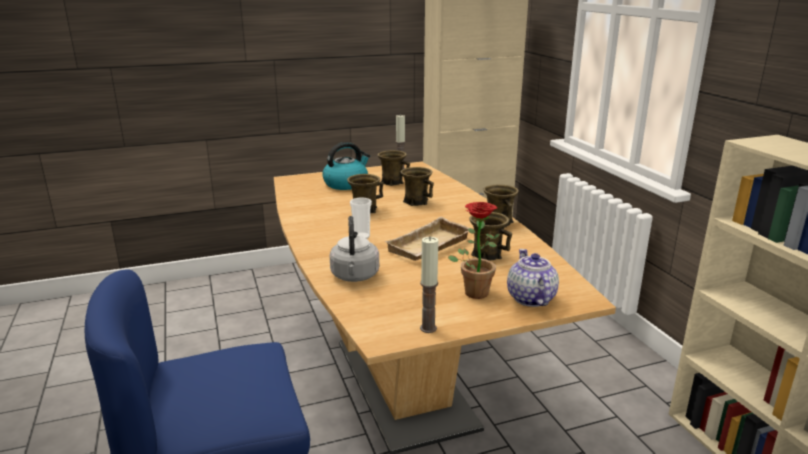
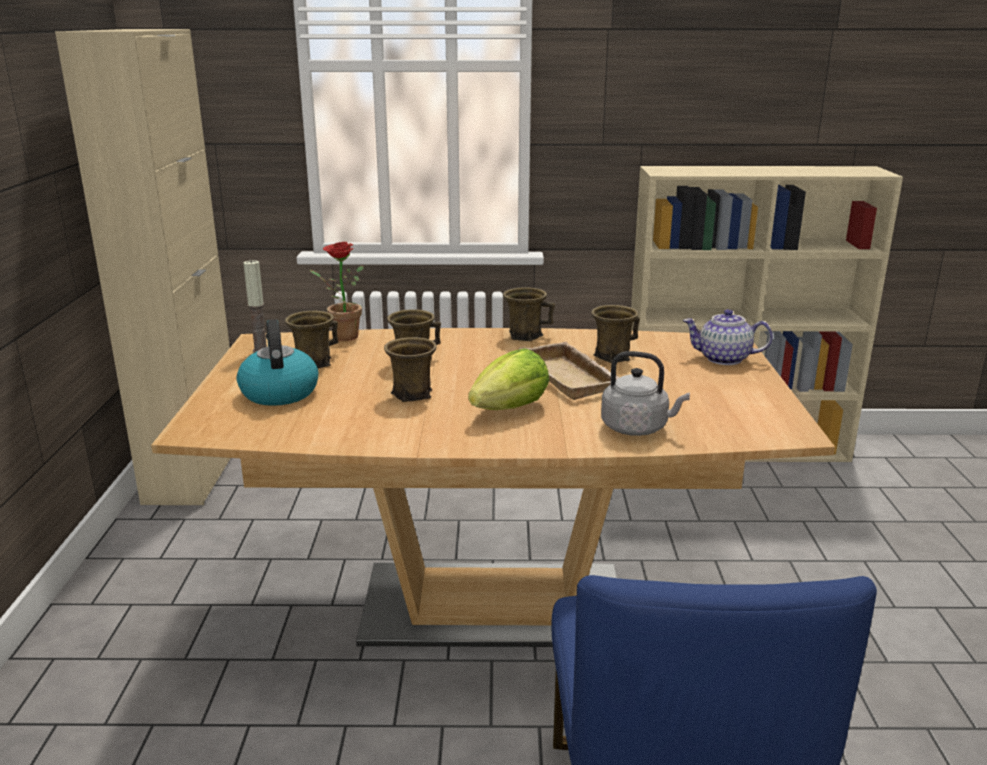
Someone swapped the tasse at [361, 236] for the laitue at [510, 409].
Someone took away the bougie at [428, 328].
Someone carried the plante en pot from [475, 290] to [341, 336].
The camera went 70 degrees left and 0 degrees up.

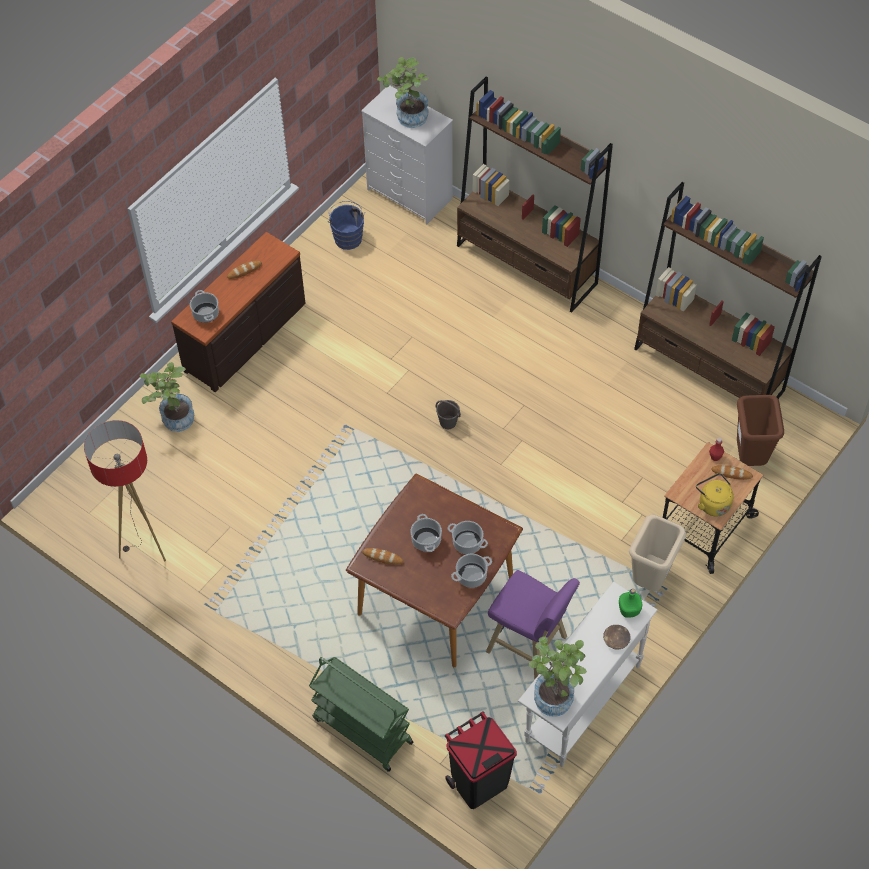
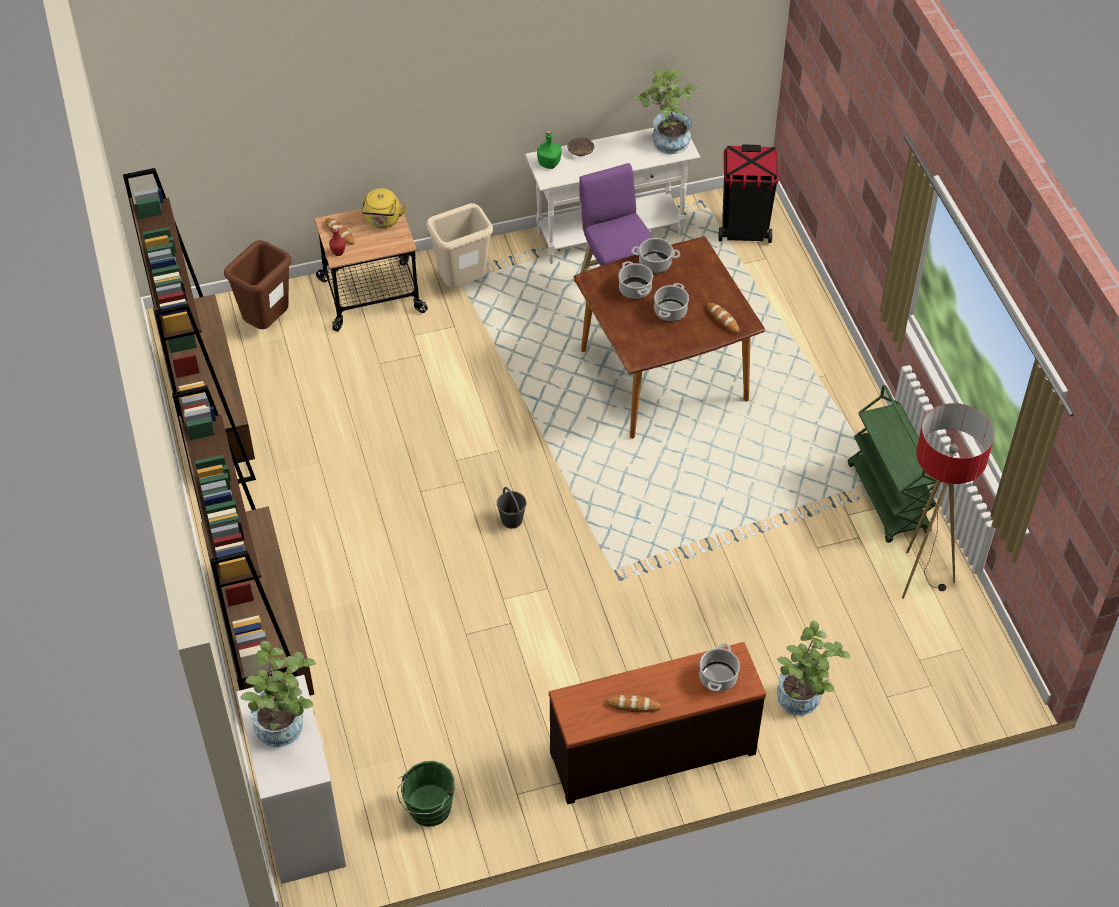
Someone carried the chariot/vert from [361, 730] to [888, 499].
Someone repainted the seau/bleu at [347, 237], which became the seau/vert at [428, 811].
The camera went 145 degrees left and 5 degrees down.

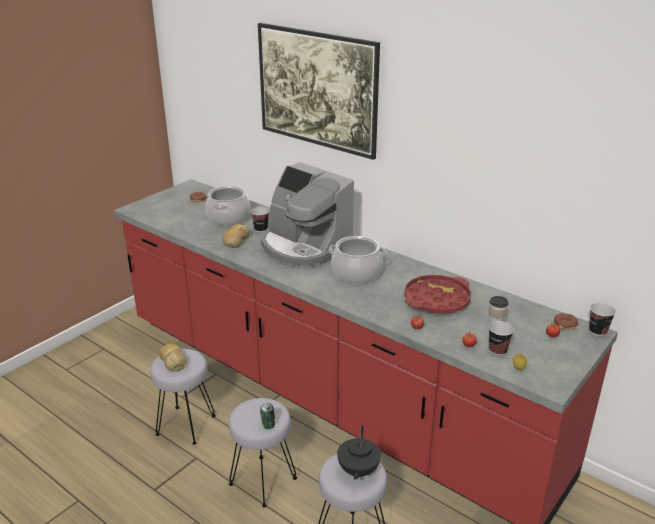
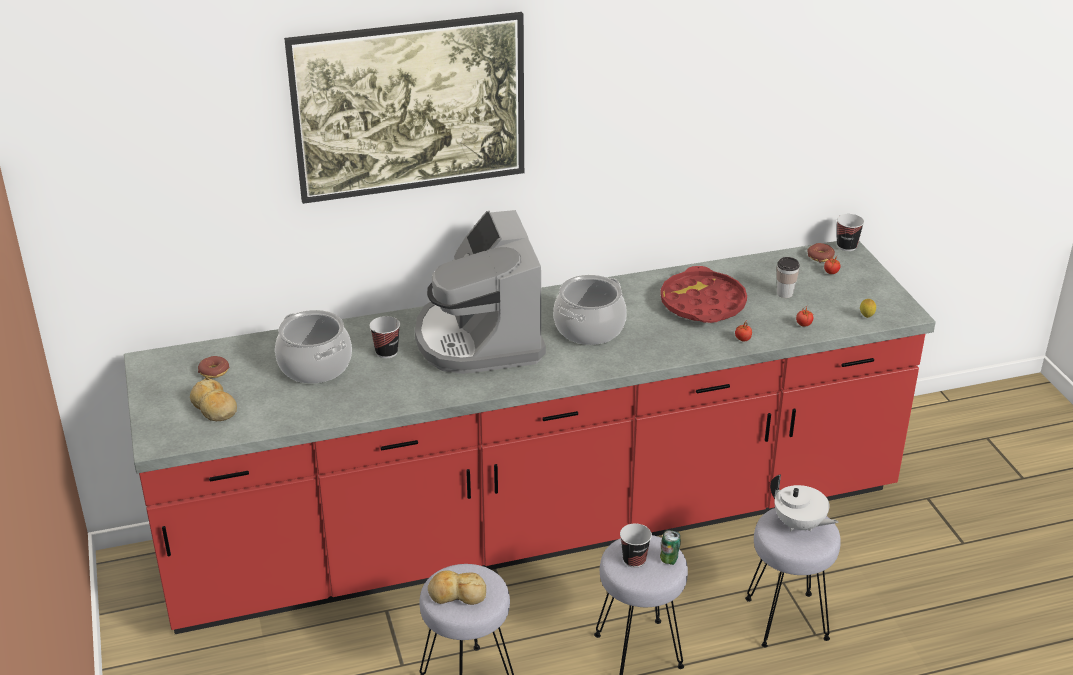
Someone carried the pain from [235, 241] to [214, 408].
Someone rotated the machine à café at [304, 247] by 90 degrees clockwise.
Someone repainted the théière/noir at [358, 471], which became the théière/blanc at [799, 525].
Someone carried the tasse from [497, 350] to [634, 560].
The camera went 55 degrees left and 5 degrees up.

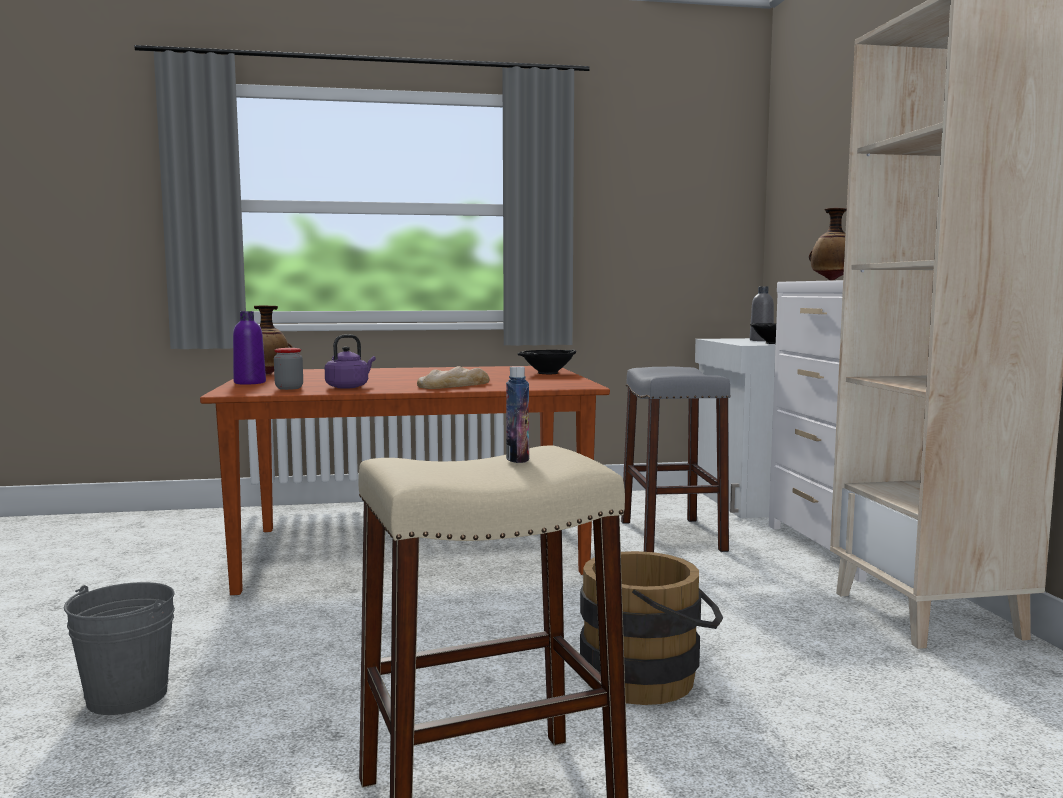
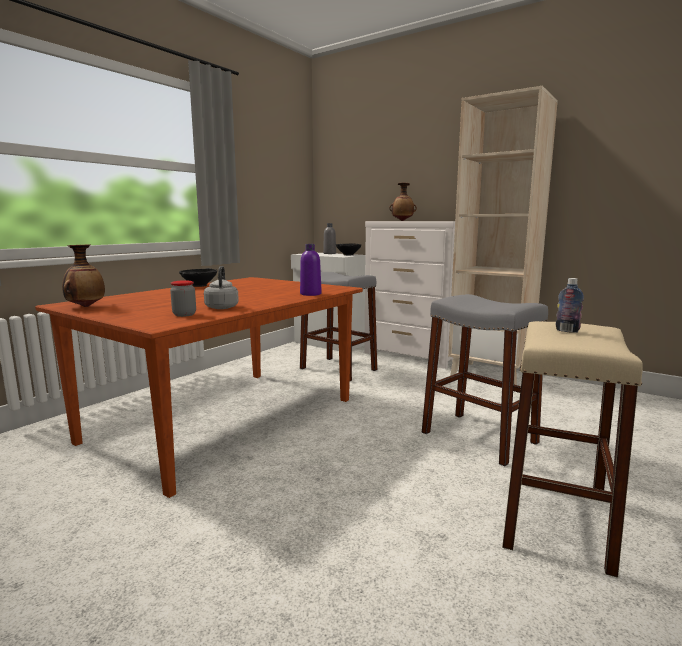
Someone took away the seau/gris at [127, 696].
Someone carried the bouteille/violet from [250, 383] to [310, 294].
Someone repainted the bouilloire/violet at [349, 387], which became the bouilloire/gris at [222, 307].
Someone took away the pain at [454, 385].
Someone carried the bol/noir from [547, 373] to [199, 285].
Someone swapped the seau/marron at [651, 678] for the tabouret/gris at [479, 437].
The camera went 45 degrees left and 5 degrees up.

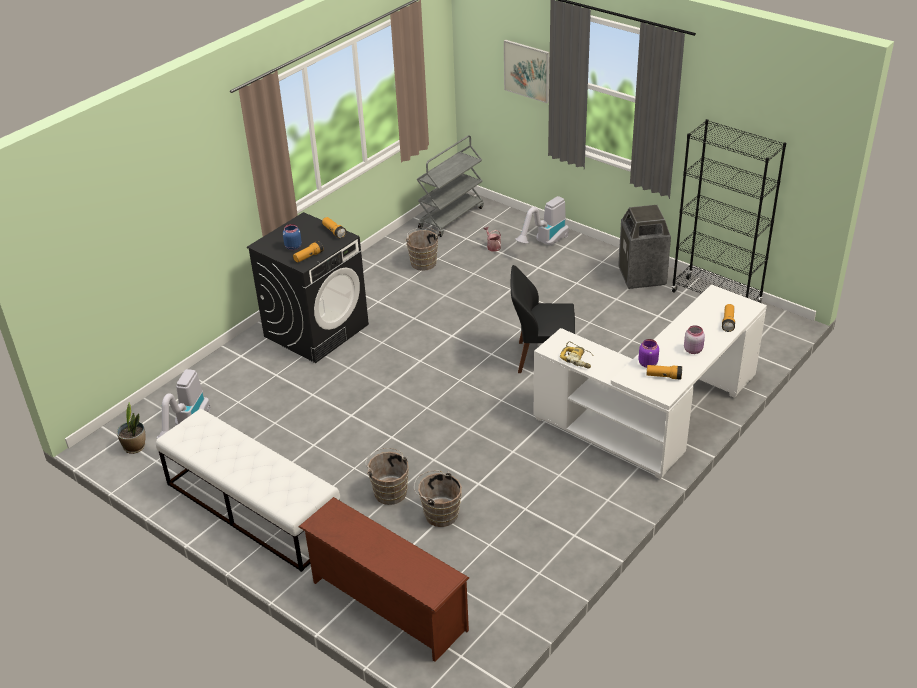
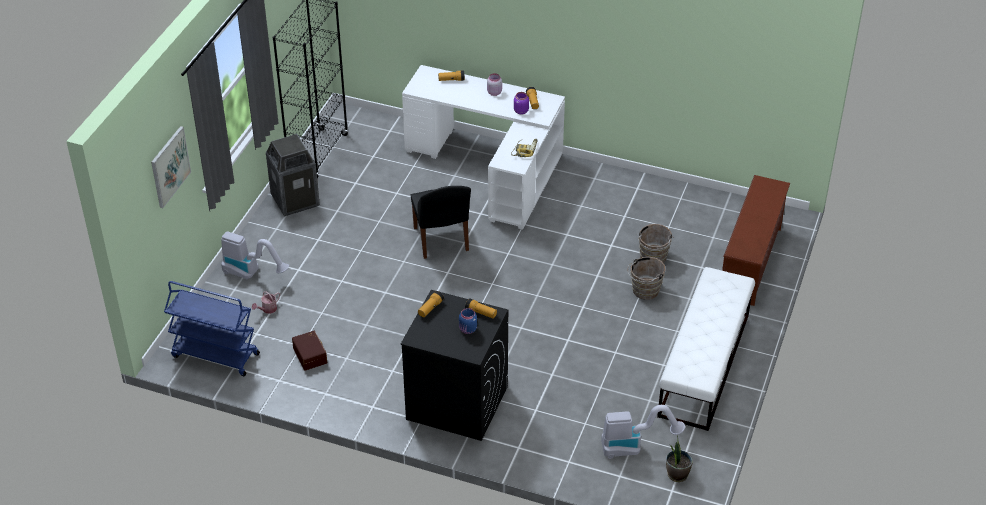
Someone swapped the seau/marron at [423, 262] for the boîte de rangement/marron at [311, 355].
Someone repainted the chariot/gris at [451, 217], which became the chariot/bleu at [215, 355].
The camera went 110 degrees left and 5 degrees up.

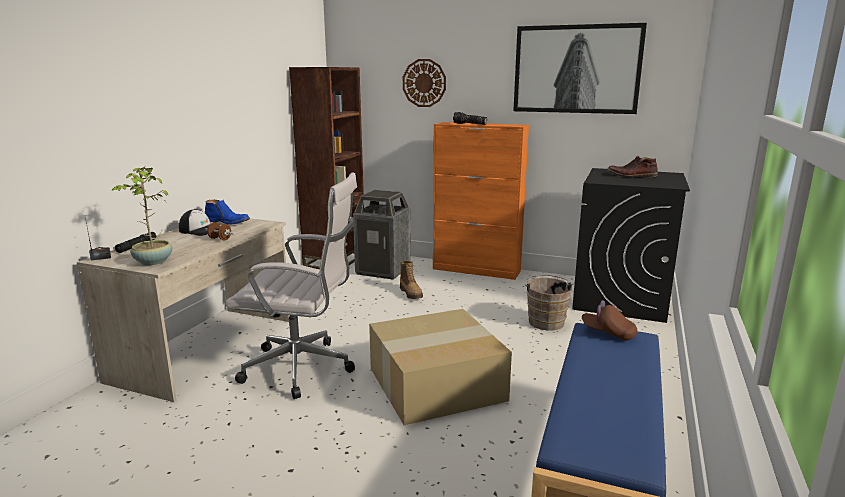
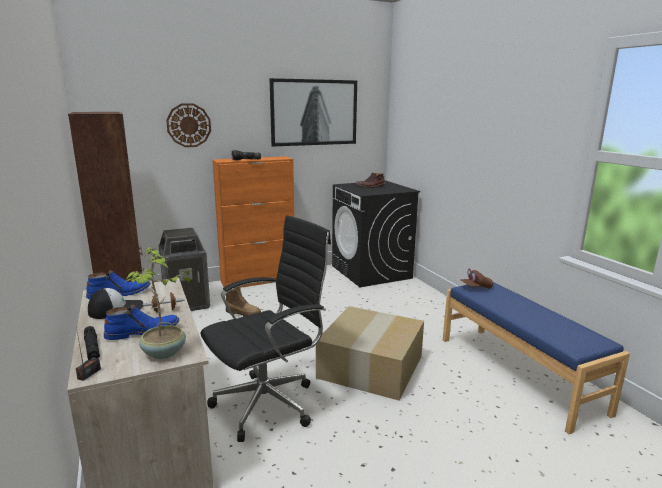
Someone repainted the chaise de bureau/blanc at [303, 368], which became the chaise de bureau/noir at [269, 403].
Someone took away the seau/marron at [546, 321].
Someone put down the botte/bleu at [143, 332].
The camera went 45 degrees left and 0 degrees up.

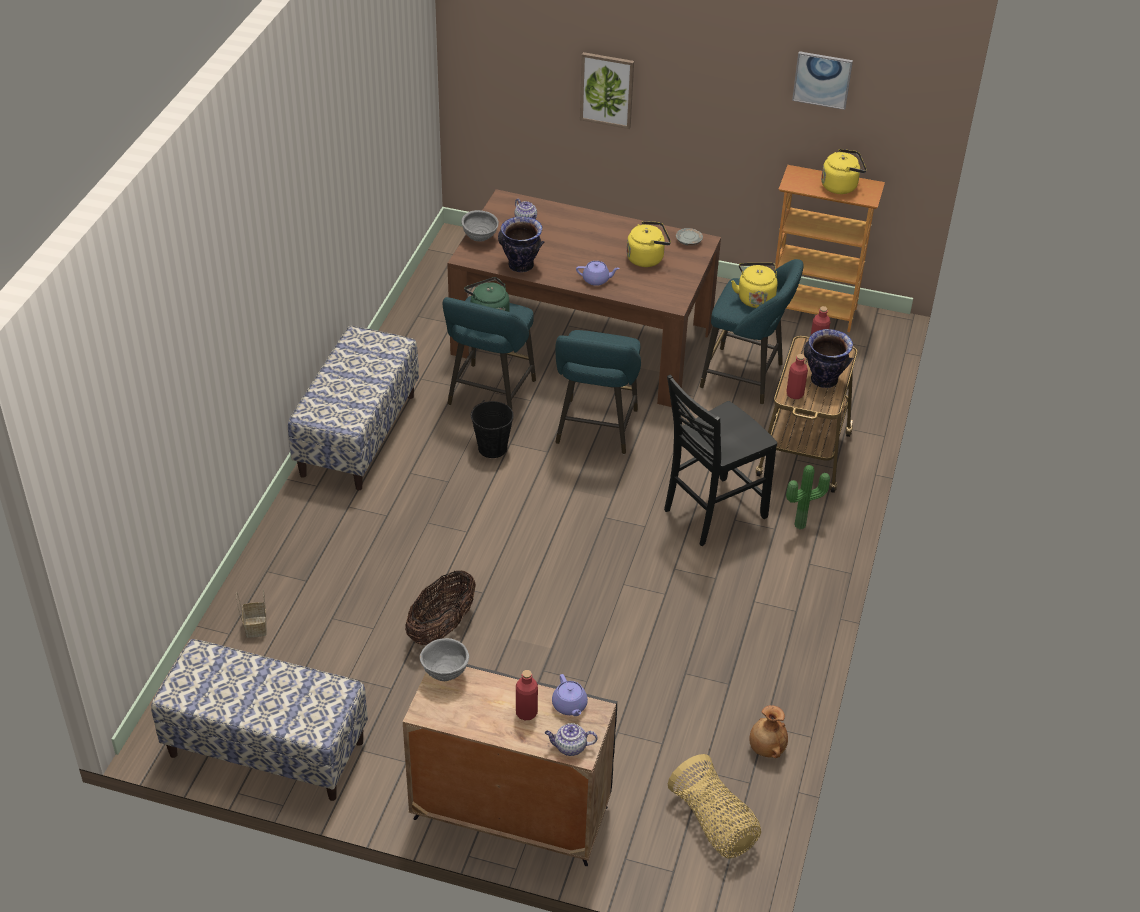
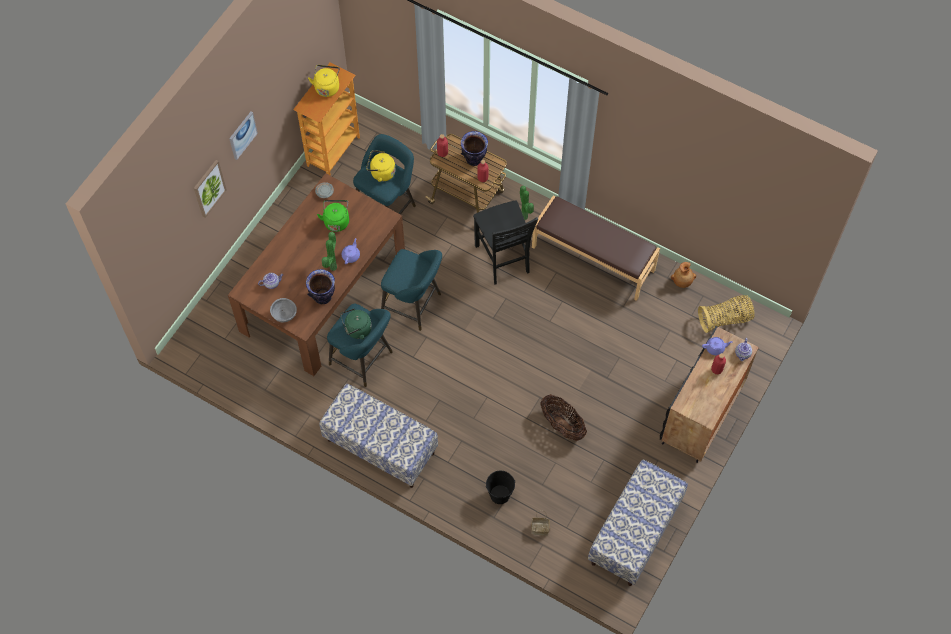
Someone took away the bol/gris at [445, 673].
Someone carried the seau/noir from [492, 448] to [499, 494].
Someone repainted the bouilloire/jaune at [647, 258], which became the bouilloire/vert at [336, 221].
Someone carried the tableau from [822, 79] to [242, 135].
Someone put down the plante en pot at [331, 267].
Someone put down the banc/marron at [593, 258].
The camera went 75 degrees left and 20 degrees up.

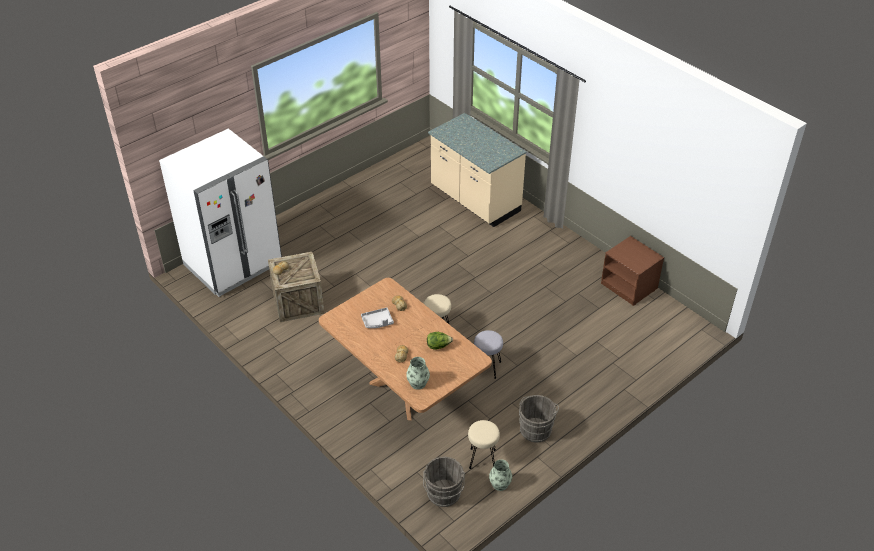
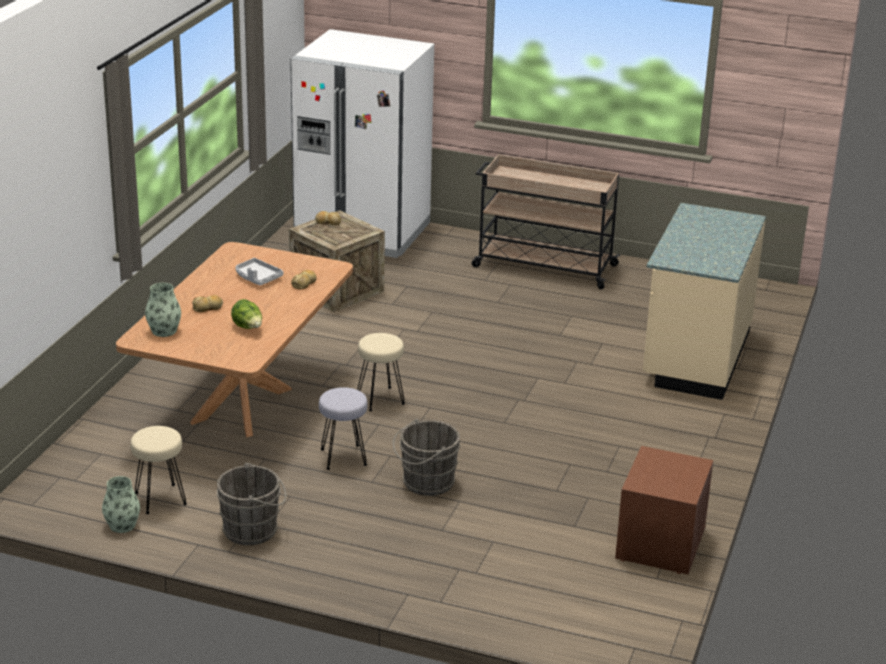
Someone carried the seau/gris from [443, 495] to [425, 483].
Someone put down the chariot/beige at [543, 266].
The camera went 60 degrees right and 15 degrees down.

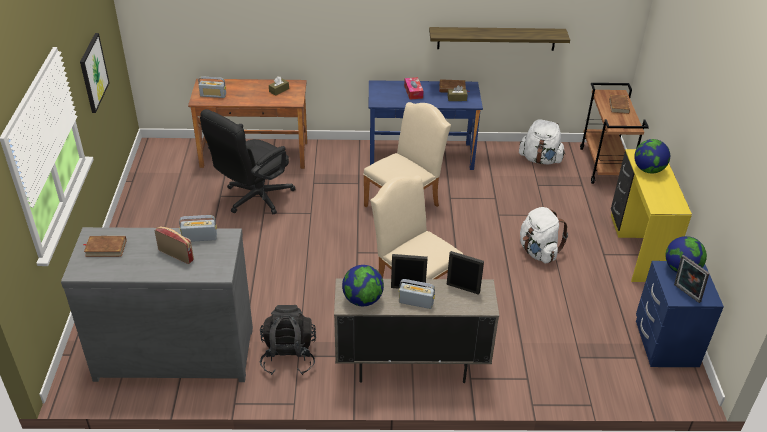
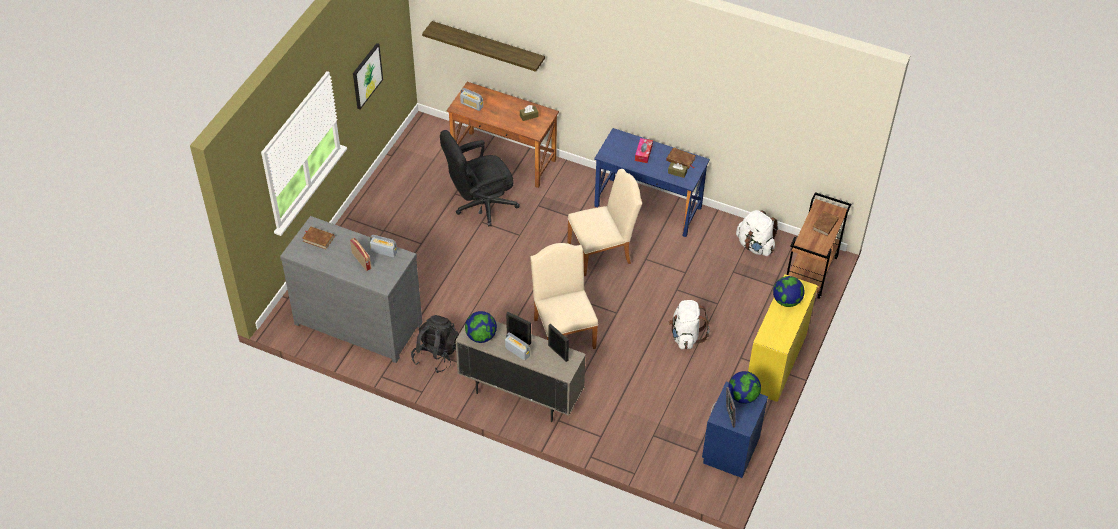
Someone carried the étagère from [496, 38] to [488, 46].
The camera went 25 degrees right and 10 degrees up.

